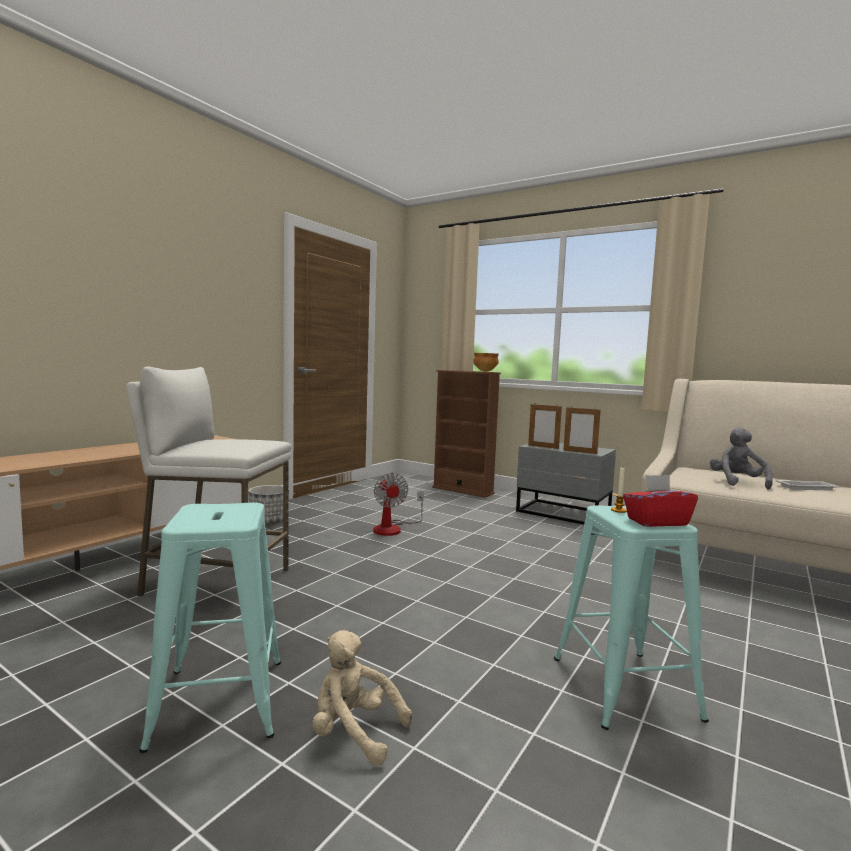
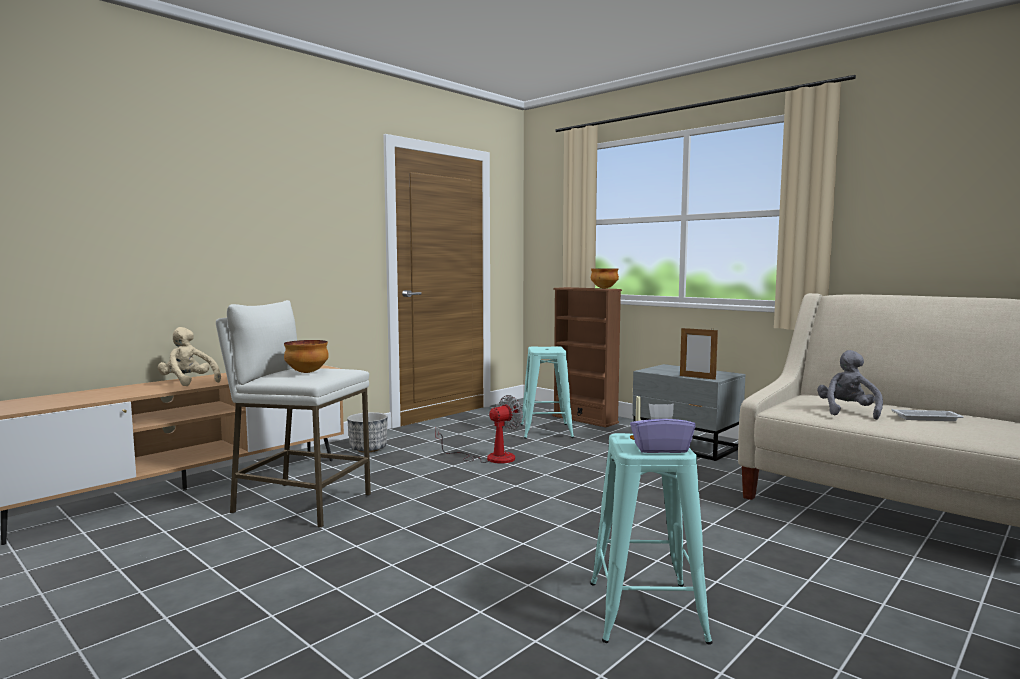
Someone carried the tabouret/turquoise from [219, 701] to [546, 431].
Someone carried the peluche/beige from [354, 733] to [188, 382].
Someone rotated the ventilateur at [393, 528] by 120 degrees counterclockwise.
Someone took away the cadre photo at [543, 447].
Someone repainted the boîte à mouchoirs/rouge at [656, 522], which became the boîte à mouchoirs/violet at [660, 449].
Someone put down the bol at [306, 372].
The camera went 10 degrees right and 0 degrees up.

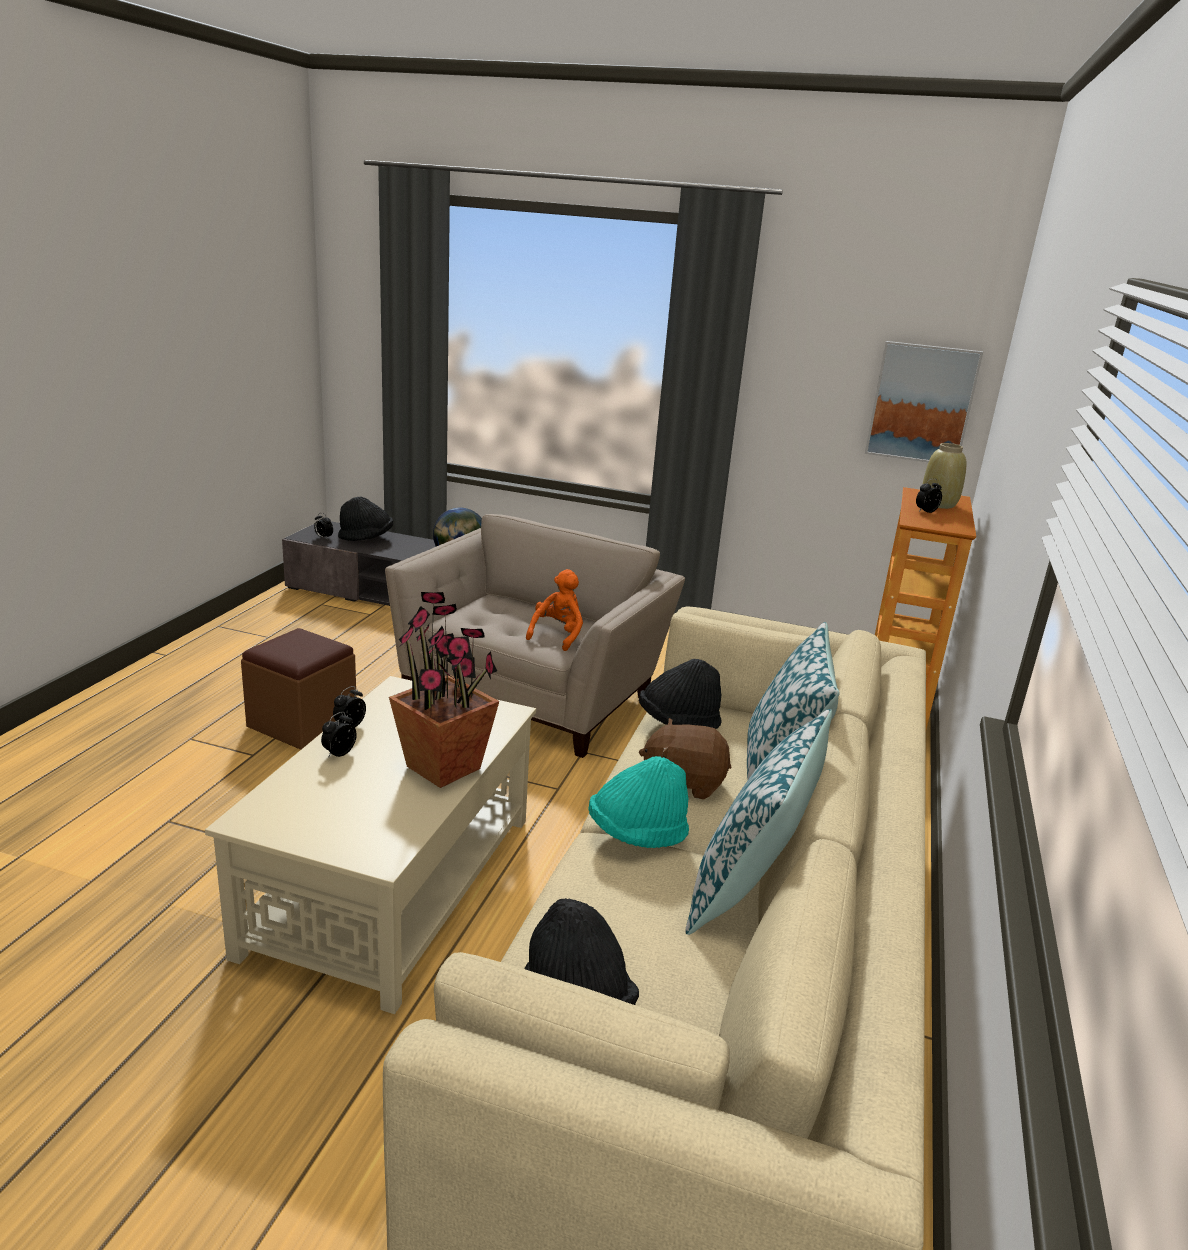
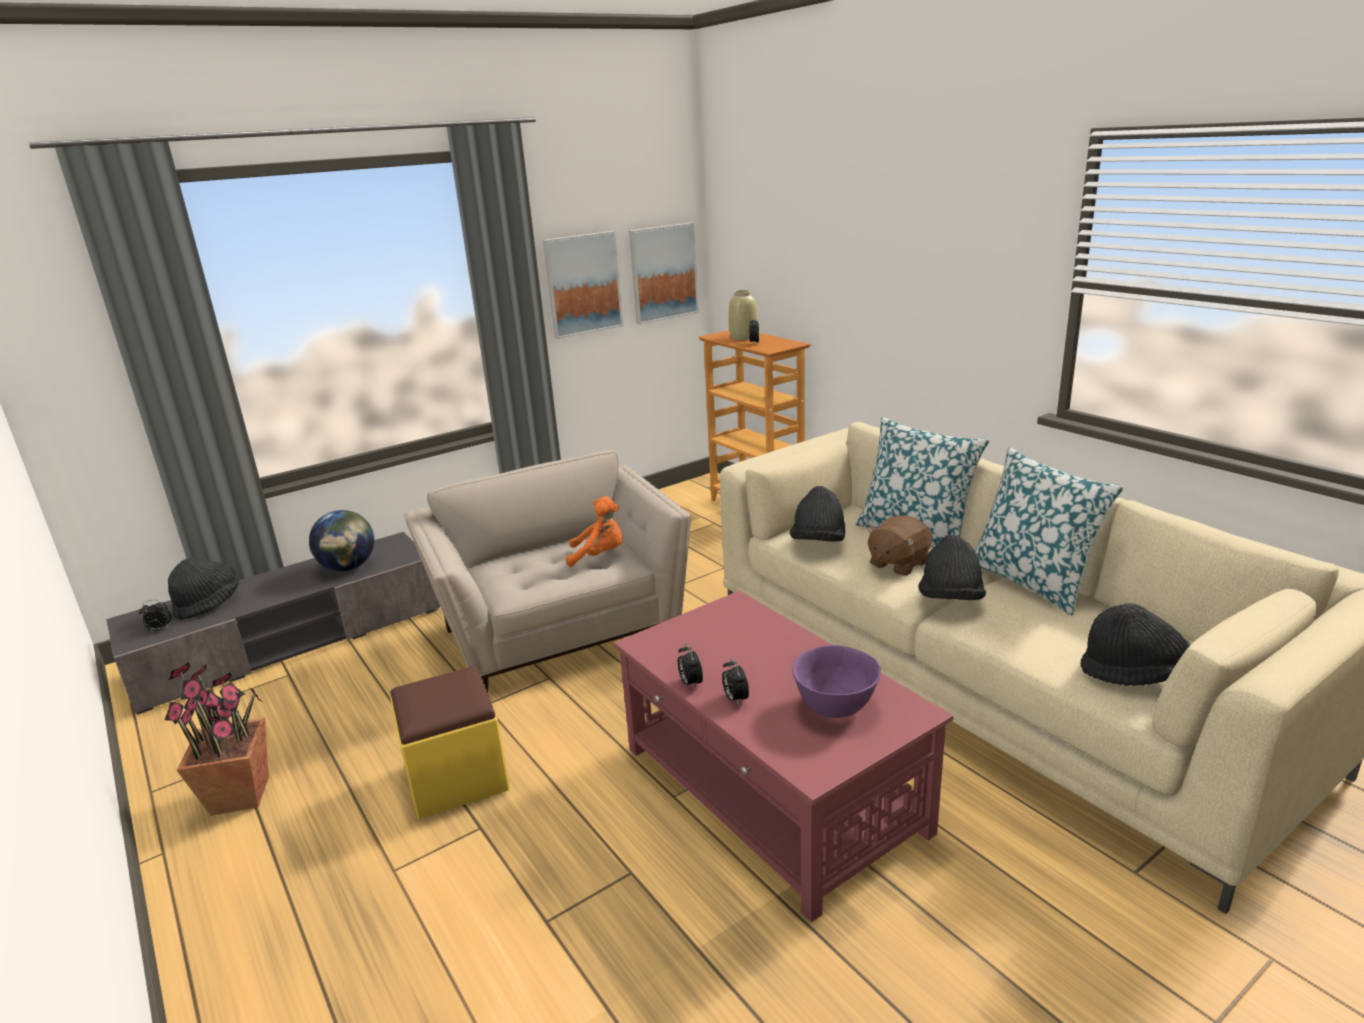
Someone repainted the table basse/beige at [391, 884], which became the table basse/rouge at [772, 790].
Someone repainted the pouf/marron at [302, 723], which became the pouf/jaune at [456, 777].
Someone carried the plante en pot from [444, 767] to [241, 795].
Someone rotated the peluche/orange at [557, 635] by 120 degrees clockwise.
Someone repainted the chapeau/turquoise at [637, 834], which became the chapeau/noir at [950, 599].
Someone put up the tableau at [582, 284].
Someone put down the bol/violet at [836, 706].
The camera went 50 degrees left and 0 degrees up.

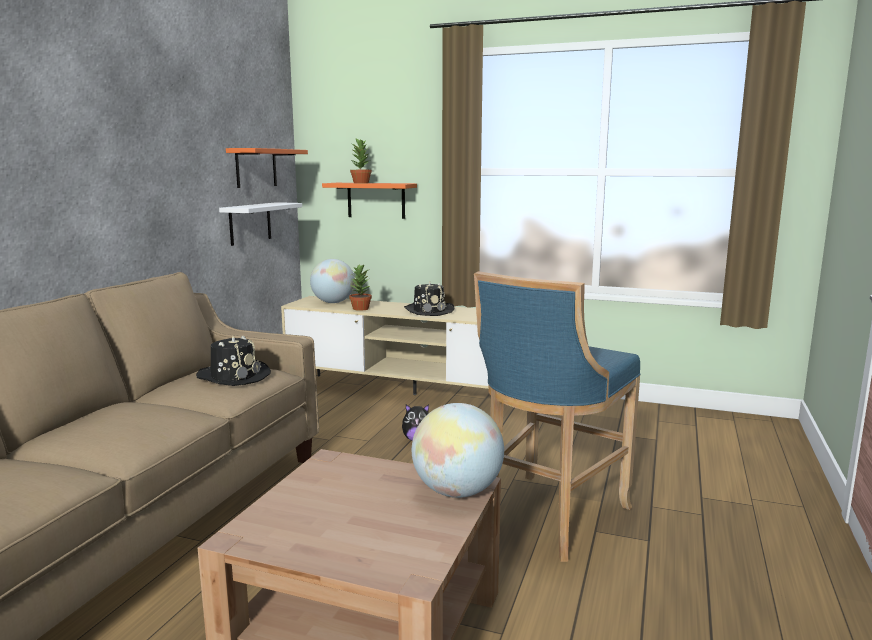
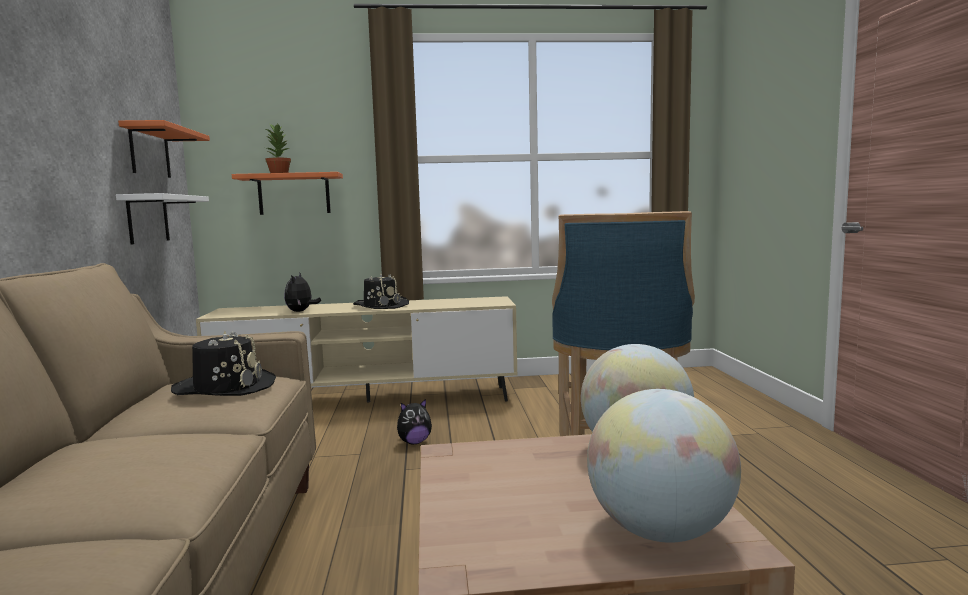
Someone carried the globe from [333, 302] to [660, 531].
Someone swapped the plante en pot at [360, 309] for the peluche at [301, 311].
The camera went 25 degrees left and 5 degrees down.

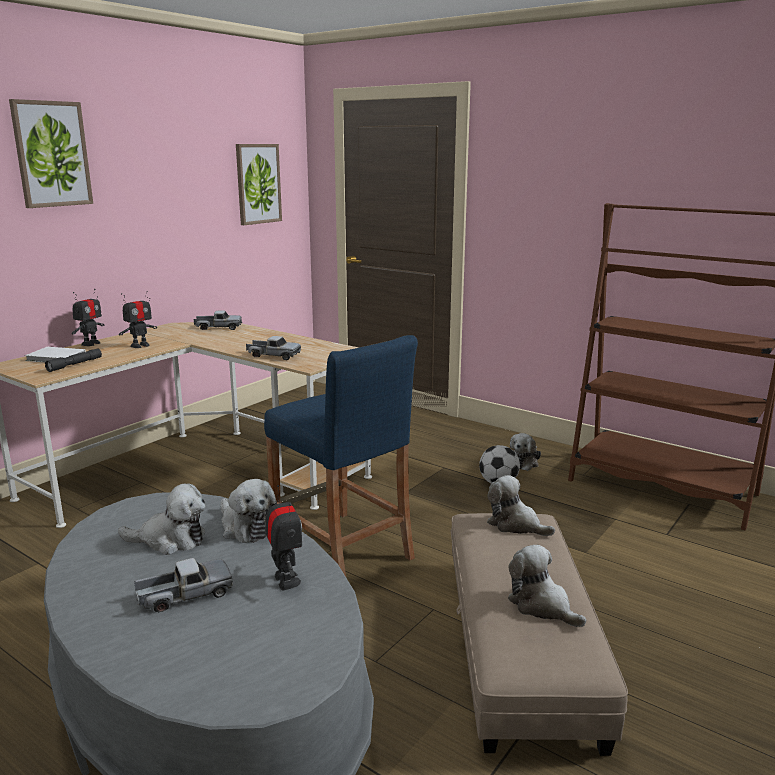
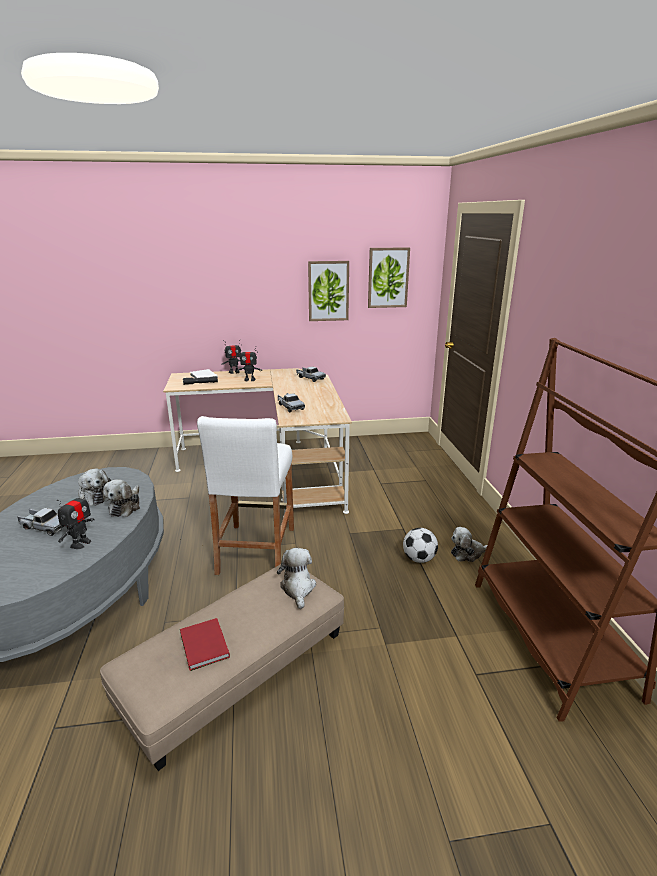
Someone carried the tableau from [51, 154] to [328, 291].
Someone repainted the tabouret/bleu at [341, 550], which became the tabouret/blanc at [255, 550].
Someone swapped the peluche at [542, 606] for the livre/rouge at [203, 646].
The camera went 45 degrees right and 5 degrees up.

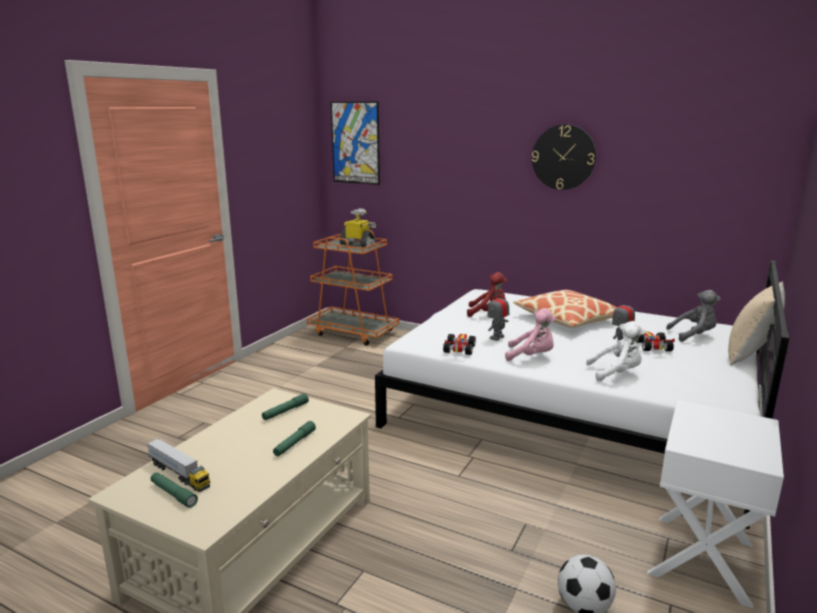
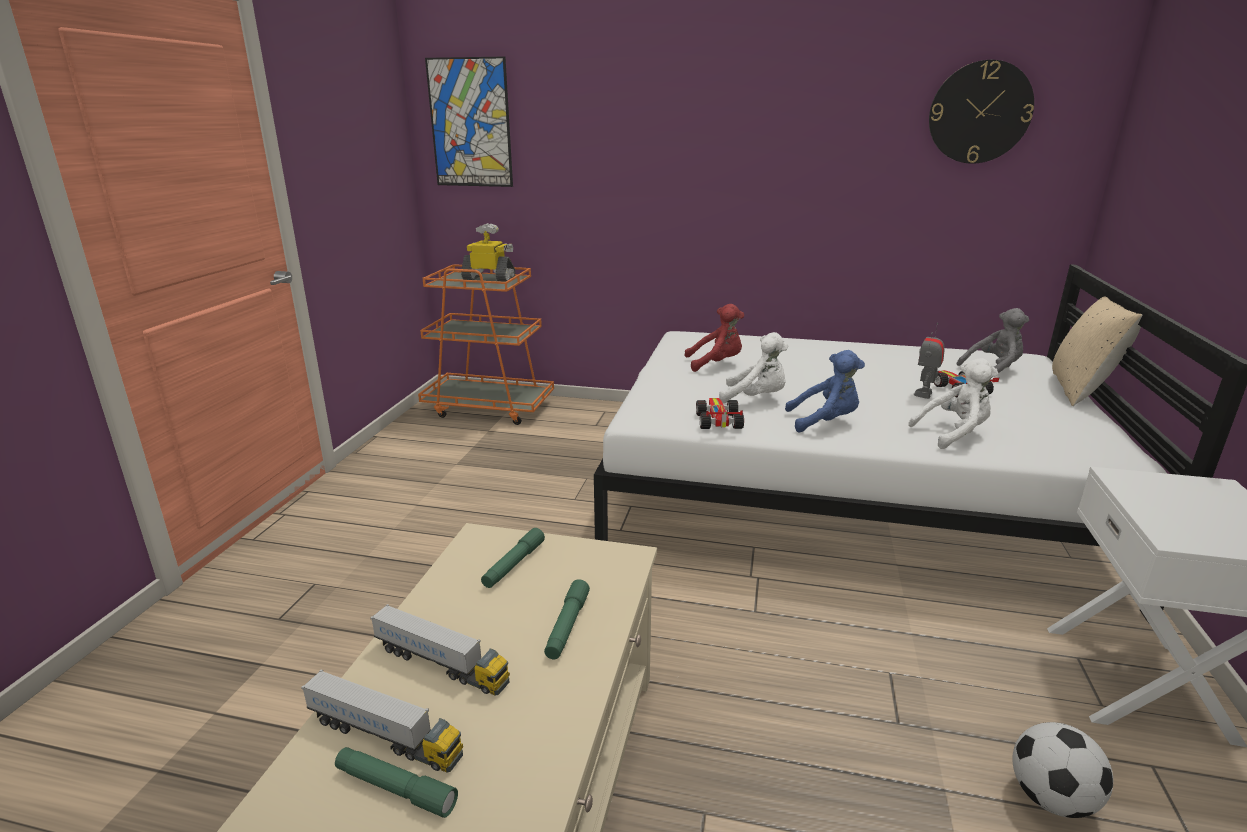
Someone swapped the robot jouet at [497, 337] for the peluche/blanc at [756, 398].
Someone repainted the peluche/rose at [531, 356], which became the peluche/bleu at [825, 422].
Someone took away the coussin at [568, 319].
Someone carried the horloge murale from [563, 157] to [979, 112].
Someone put down the camion jouet at [441, 664].
The camera went 15 degrees left and 5 degrees up.

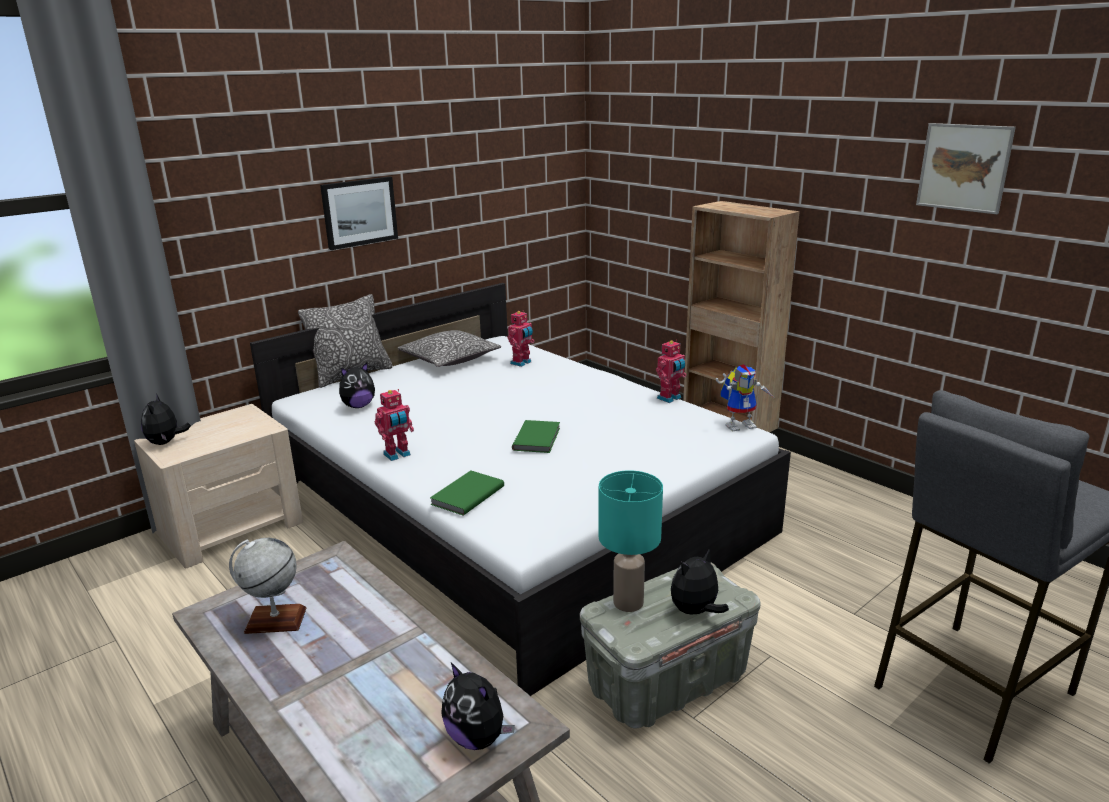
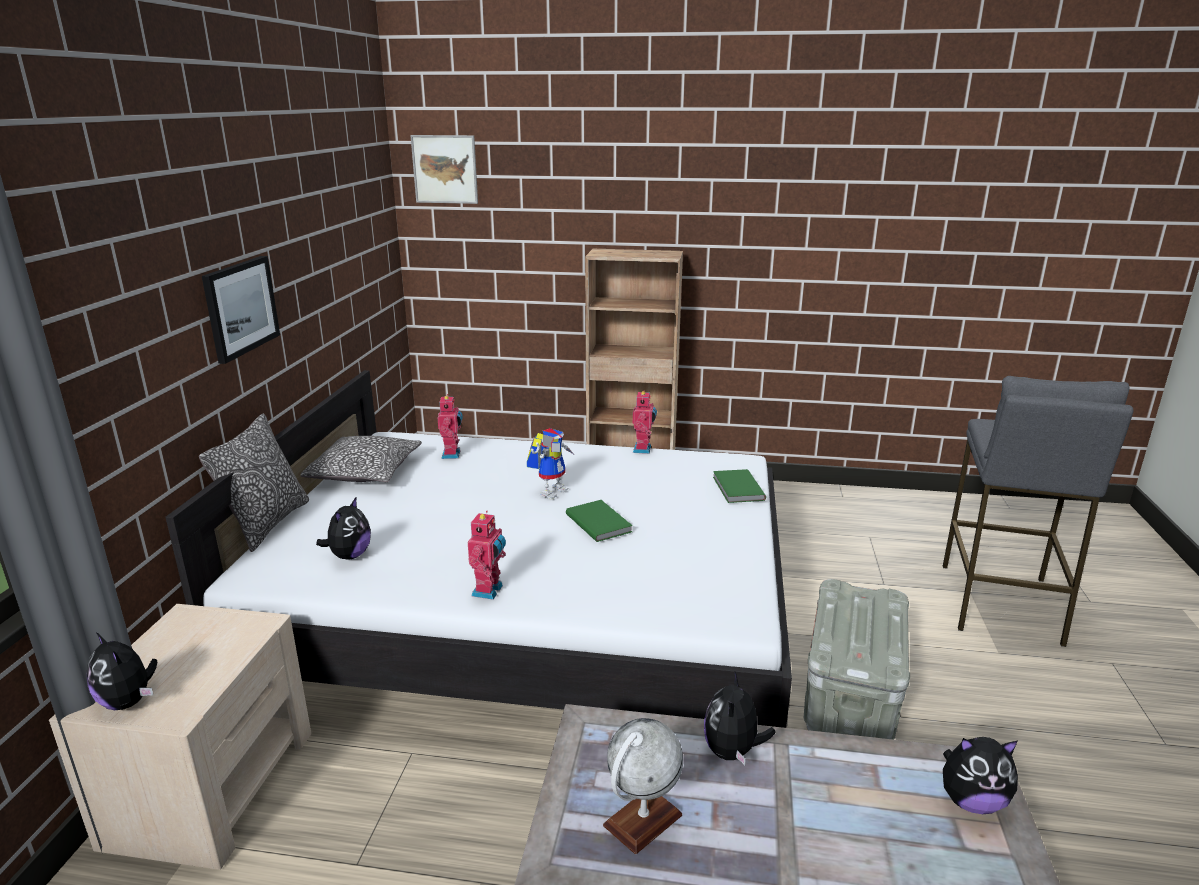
Someone carried the livre/vert from [466, 495] to [737, 489].
Someone took away the lampe de table/turquoise at [627, 602].
Someone carried the peluche from [695, 612] to [733, 751].
Someone carried the robot jouet from [740, 424] to [551, 490].
Someone carried the tableau from [964, 167] to [445, 169].
The camera went 40 degrees left and 0 degrees up.

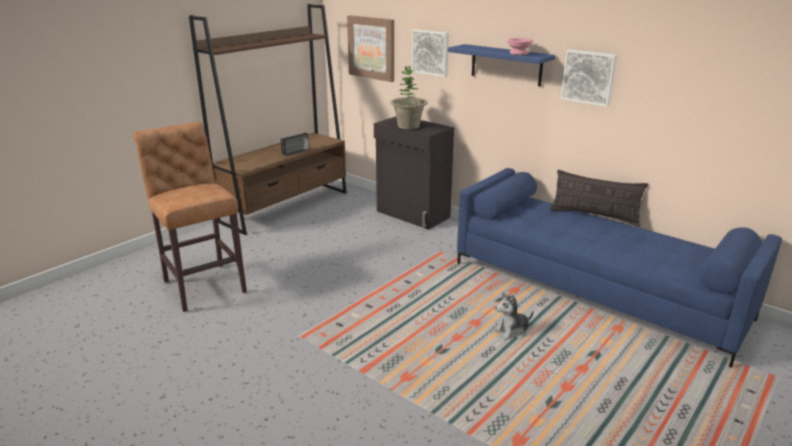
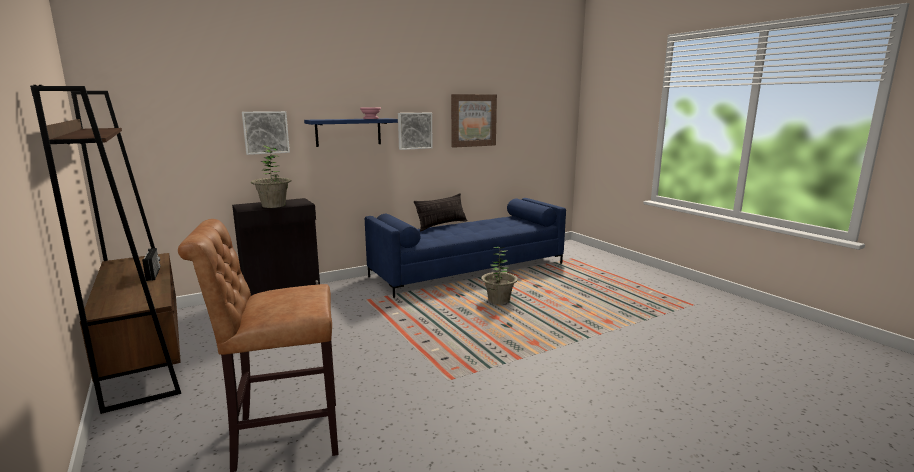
Someone carried the tableau from [372, 48] to [473, 120].
Someone swapped the peluche at [512, 331] for the plante en pot at [499, 300].
The camera went 70 degrees left and 10 degrees down.

